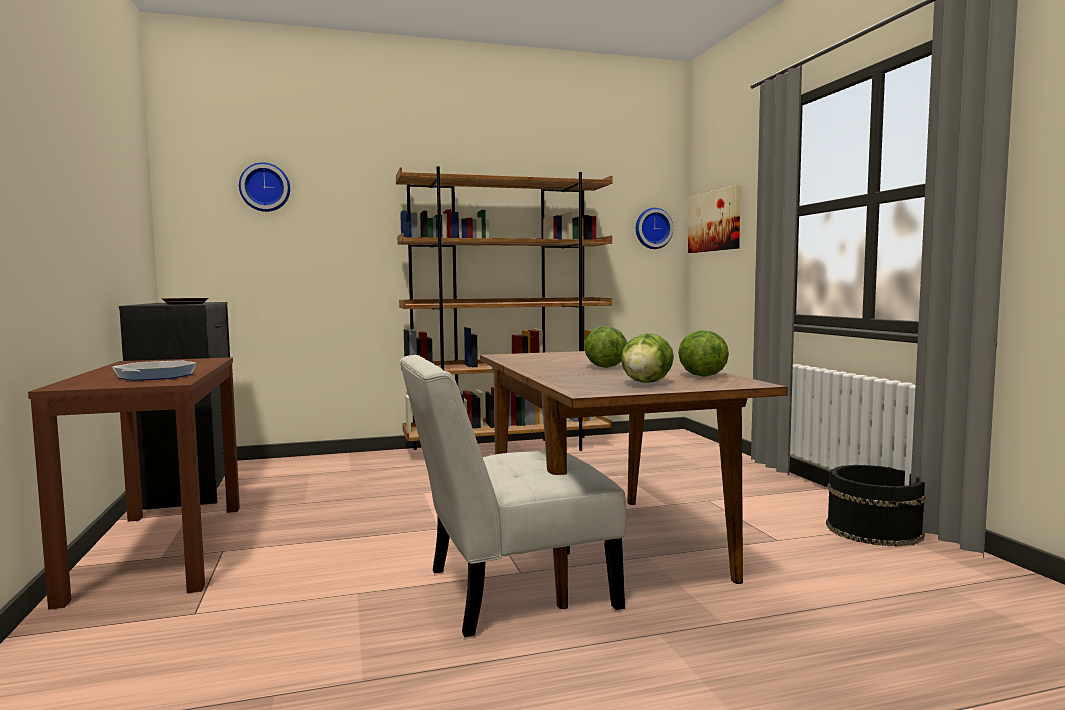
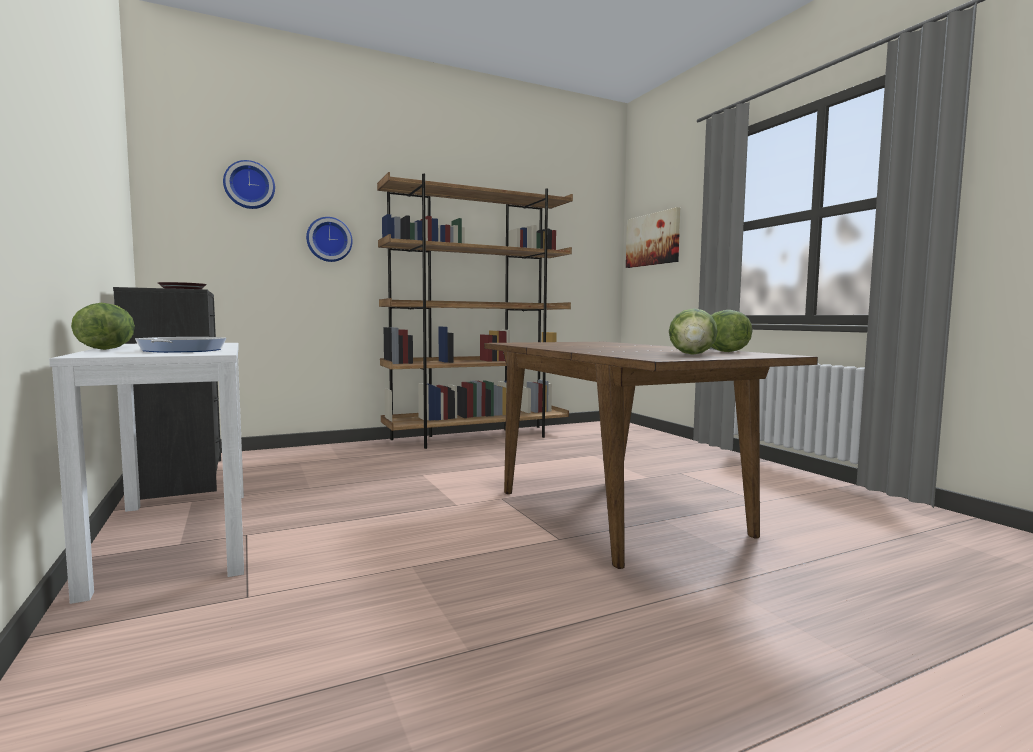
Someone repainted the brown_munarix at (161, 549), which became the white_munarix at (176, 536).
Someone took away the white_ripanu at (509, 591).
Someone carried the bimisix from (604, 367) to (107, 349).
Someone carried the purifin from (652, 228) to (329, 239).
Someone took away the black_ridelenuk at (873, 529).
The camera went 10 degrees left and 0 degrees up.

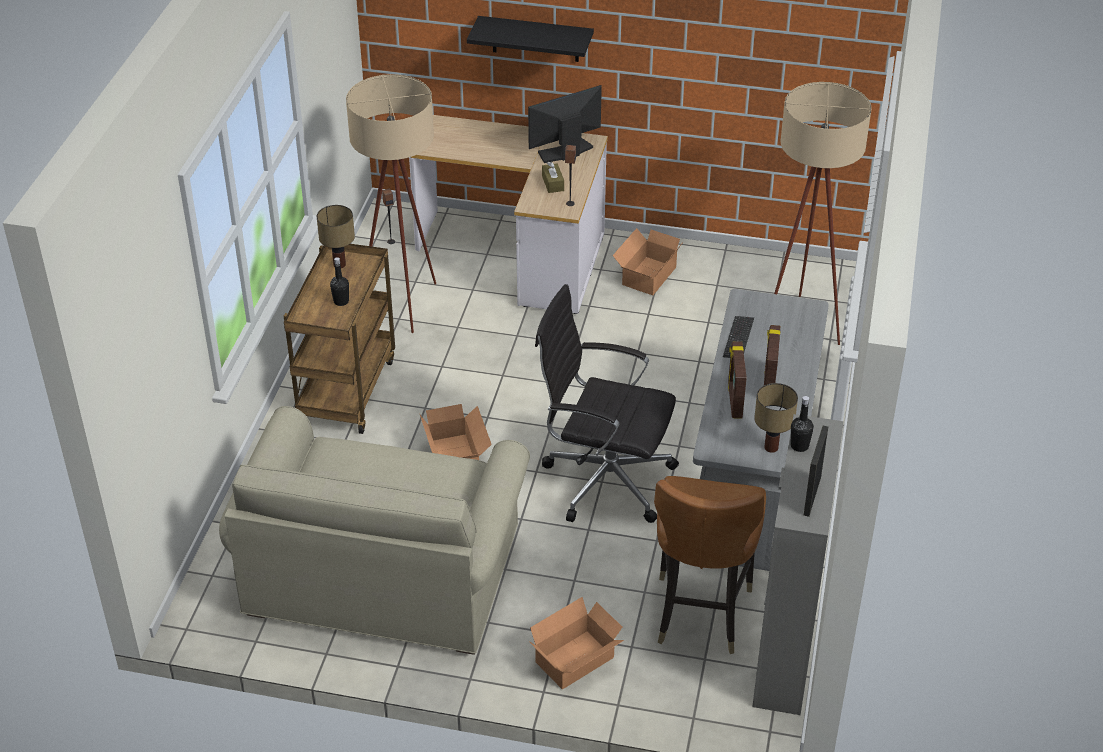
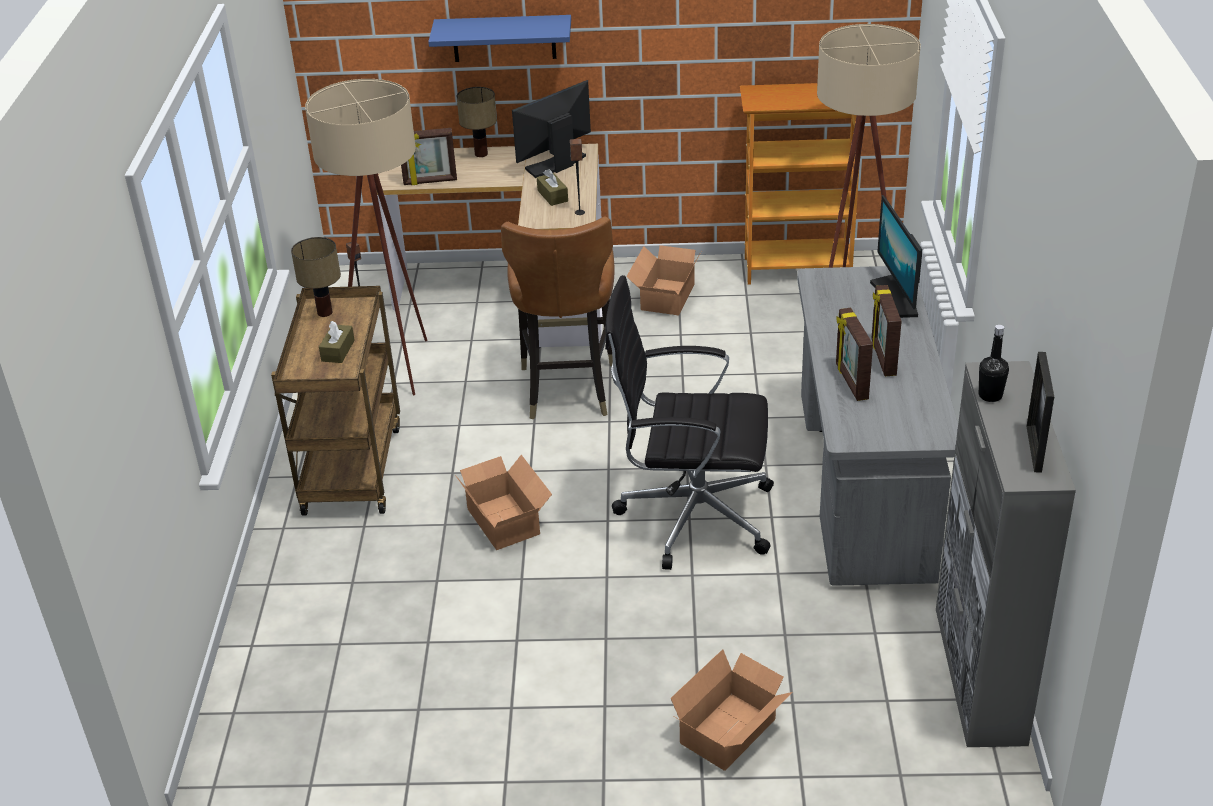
Someone took away the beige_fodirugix at (382, 573).
Someone swapped the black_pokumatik at (341, 301) for the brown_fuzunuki at (338, 351).
Someone repainted the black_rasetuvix at (535, 39), which became the blue_rasetuvix at (504, 38).
Someone carried the brown_ripanu from (700, 612) to (567, 389).
Someone took away the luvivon at (738, 338).
Someone carried the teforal from (771, 447) to (481, 153).
Someone put down the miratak at (430, 181).
Someone put down the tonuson at (797, 268).
Someone put down the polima at (896, 297).
The camera went 10 degrees left and 5 degrees down.

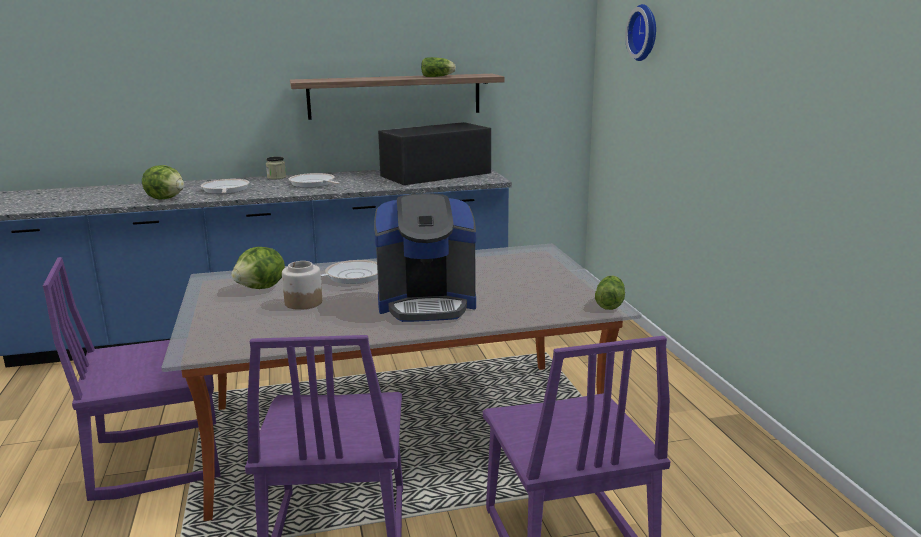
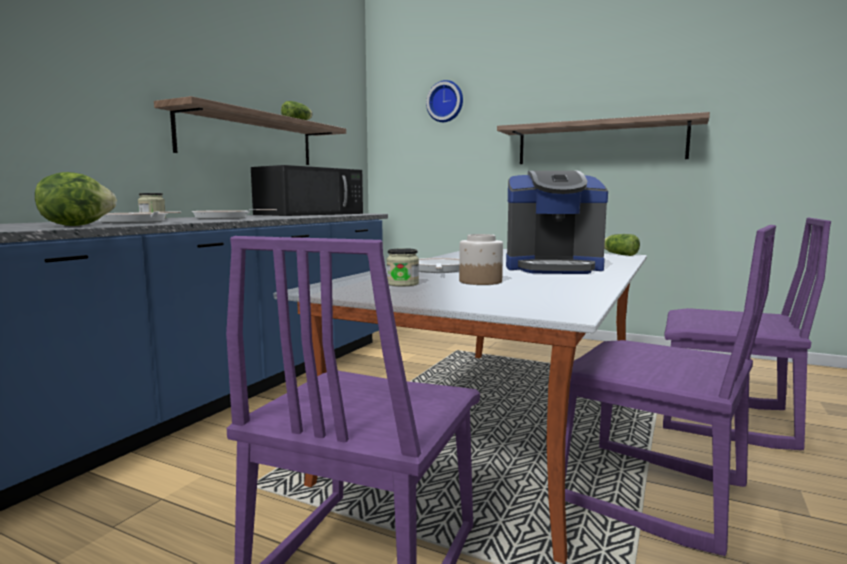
Someone swapped the bimisix at (262, 288) for the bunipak at (402, 284).
Someone rotated the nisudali at (427, 304) by 60 degrees clockwise.
Someone rotated the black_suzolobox at (434, 175) by 150 degrees counterclockwise.
Someone put up the rasetuvix at (599, 143).
The camera went 50 degrees left and 10 degrees down.

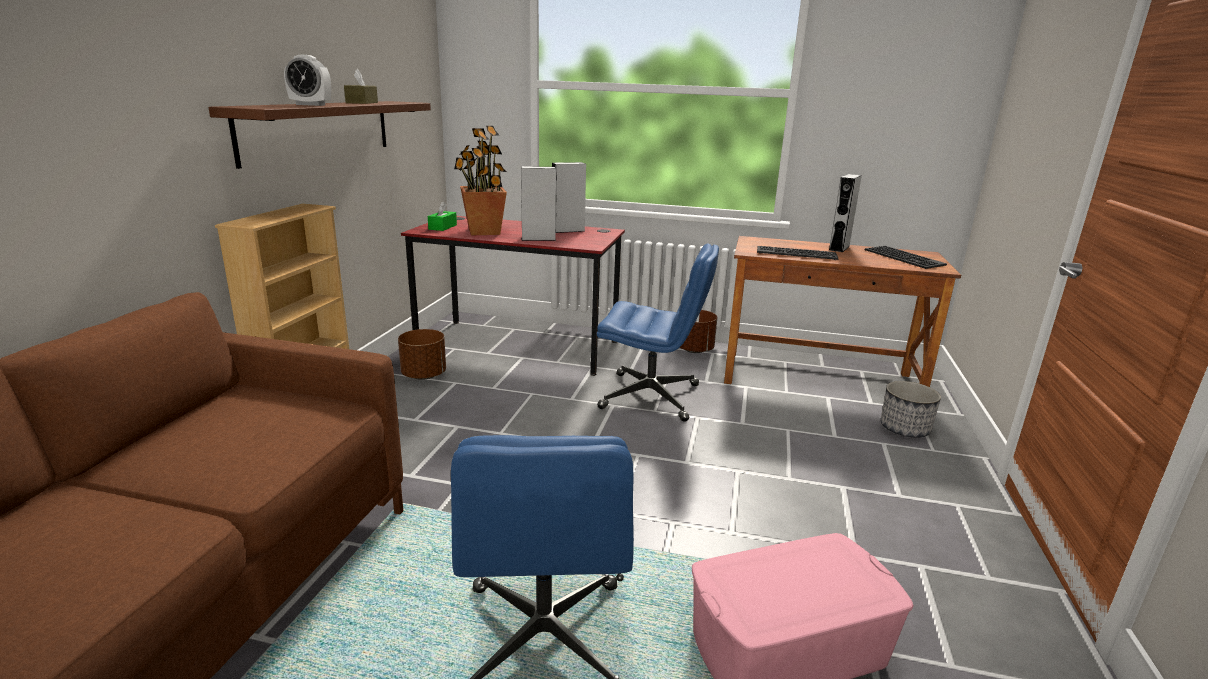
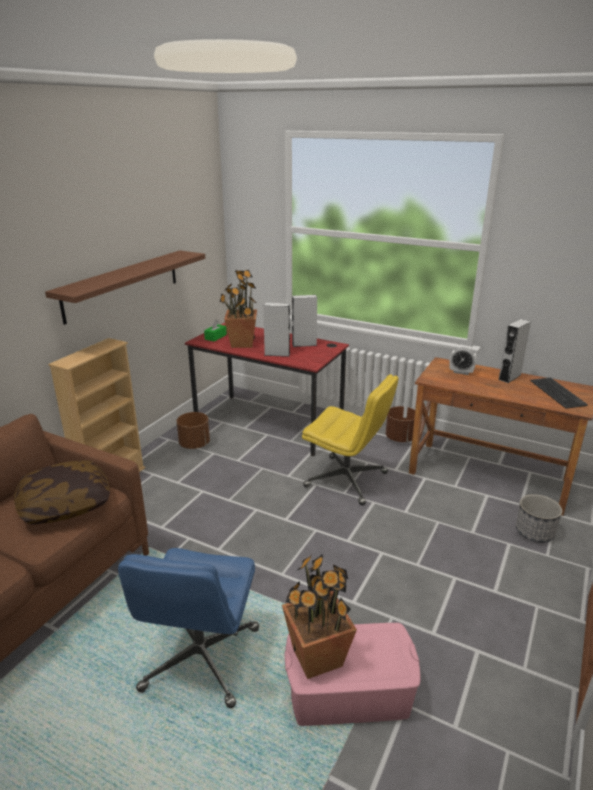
Someone carried the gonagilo from (310, 105) to (461, 372).
Someone took away the brown_fuzunuki at (362, 103).
Someone repainted the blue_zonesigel at (651, 397), which became the yellow_zonesigel at (347, 480).
Someone took away the luvivon at (796, 253).
Someone put down the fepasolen at (65, 505).
Someone put down the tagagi at (318, 656).
The camera went 15 degrees right and 5 degrees up.

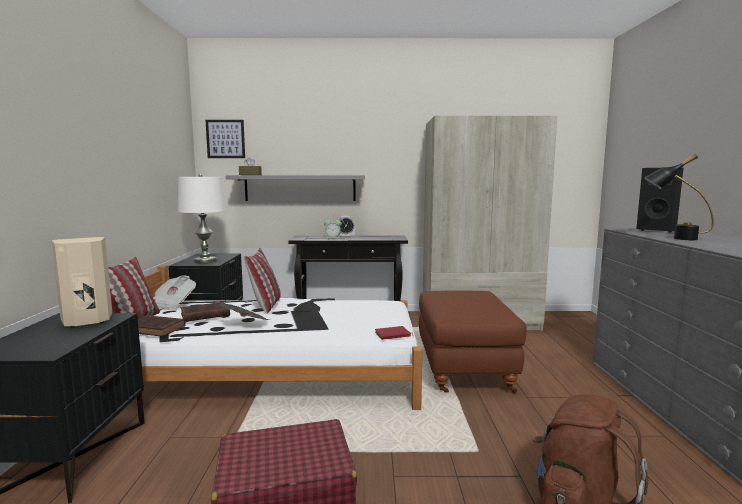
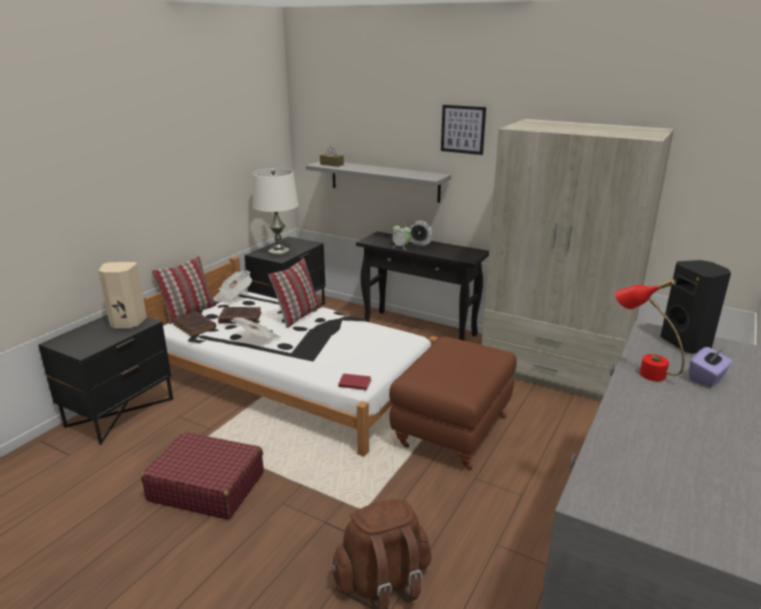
Someone carried the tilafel from (225, 139) to (463, 129).
Someone repainted the black_teforal at (673, 238), which became the red_teforal at (640, 370).
Someone put down the purple_fuzunuki at (707, 378).
The camera went 30 degrees right and 15 degrees up.

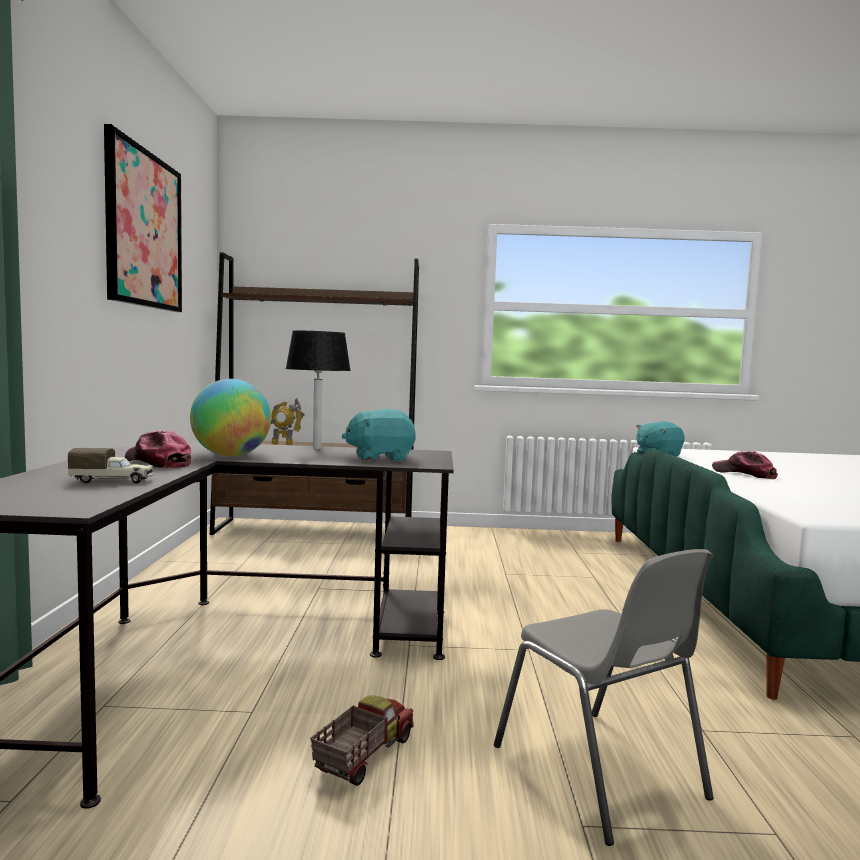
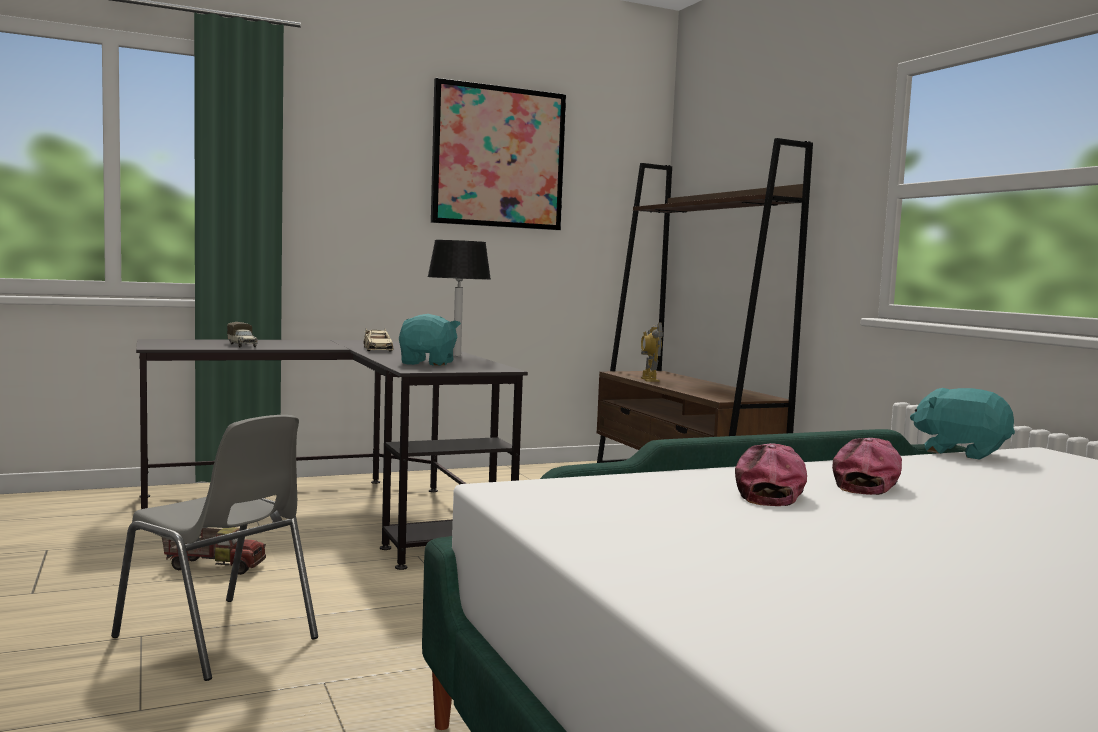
Someone carried the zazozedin from (157, 462) to (768, 490).
Someone swapped the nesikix at (231, 455) for the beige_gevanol at (377, 349).
Someone rotated the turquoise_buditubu at (380, 458) by 45 degrees clockwise.
Someone rotated the grey_ripanu at (600, 773) by 90 degrees counterclockwise.
The camera went 65 degrees right and 0 degrees up.

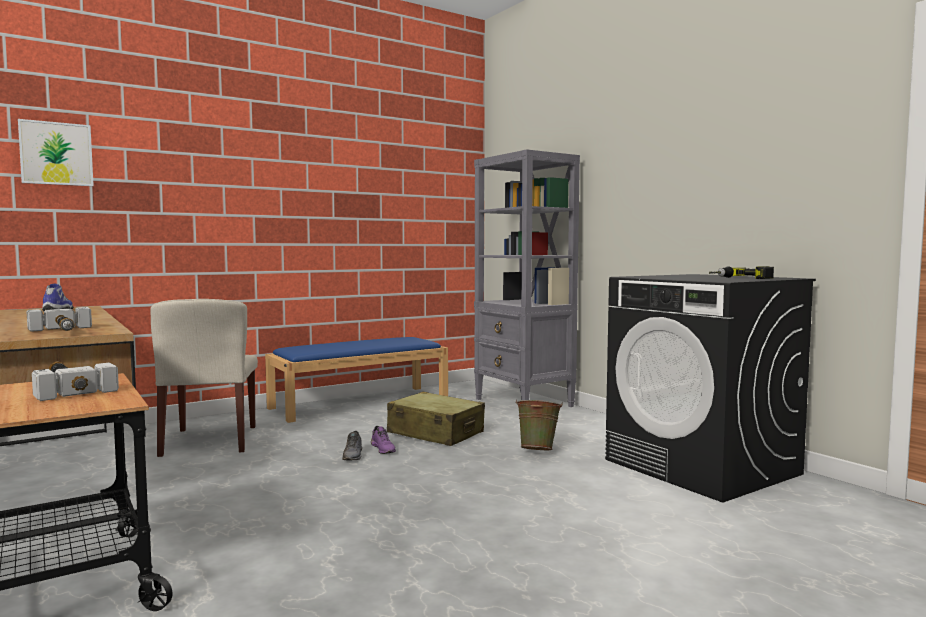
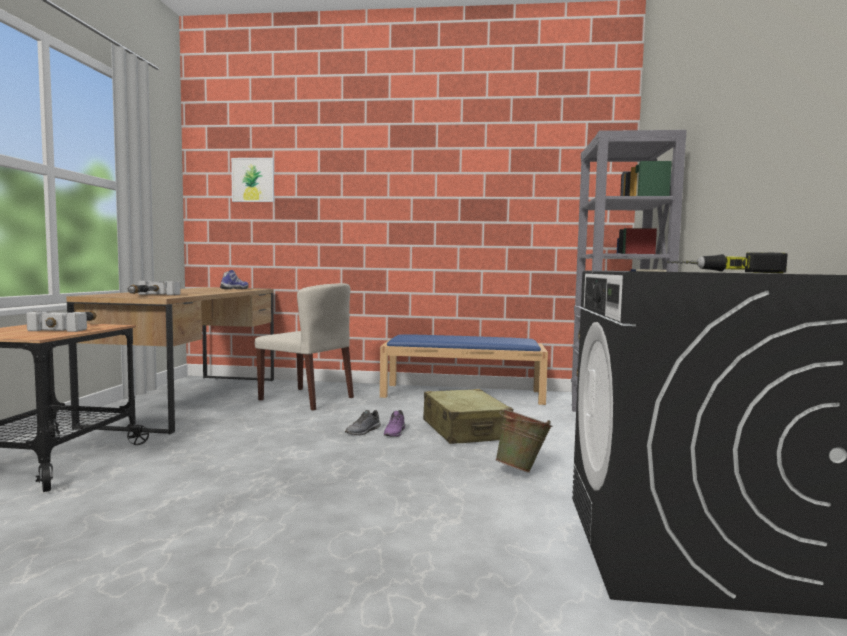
Someone rotated the beige_ripanu at (210, 441) by 90 degrees counterclockwise.
The camera went 40 degrees right and 0 degrees up.

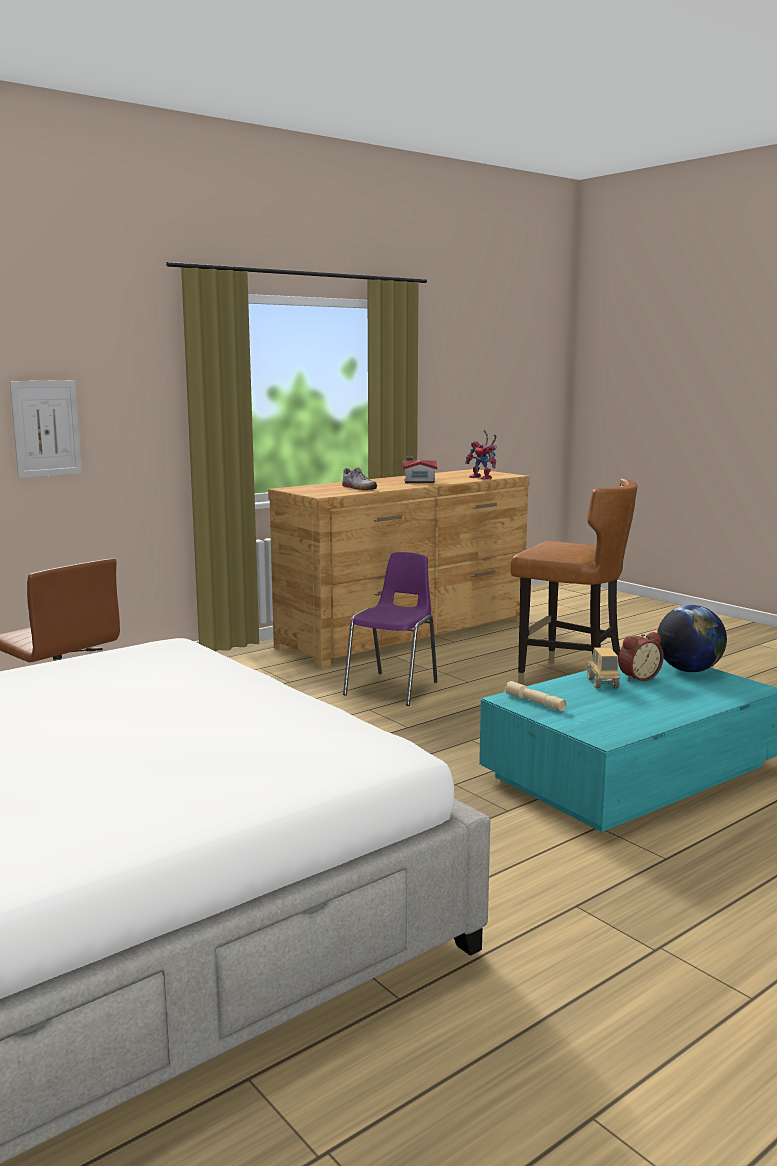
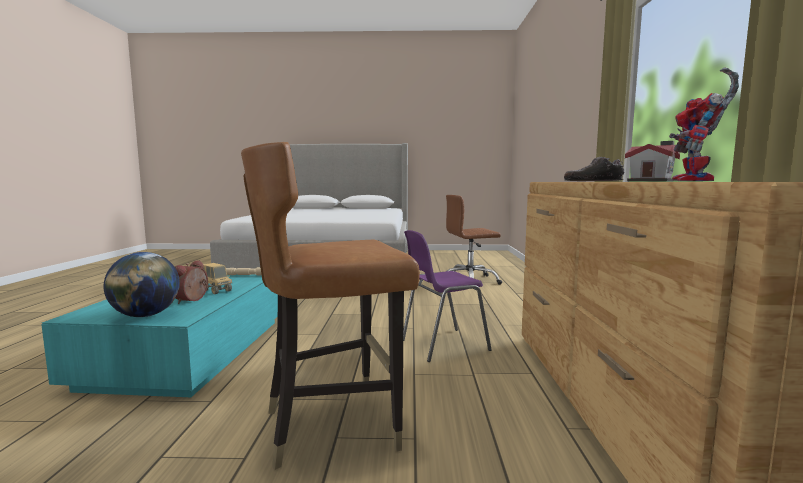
Someone took away the tilafel at (46, 428).
Someone rotated the purple_ripanu at (394, 688) by 90 degrees clockwise.
Someone rotated the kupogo at (483, 478) by 60 degrees counterclockwise.
The camera went 130 degrees right and 5 degrees down.

